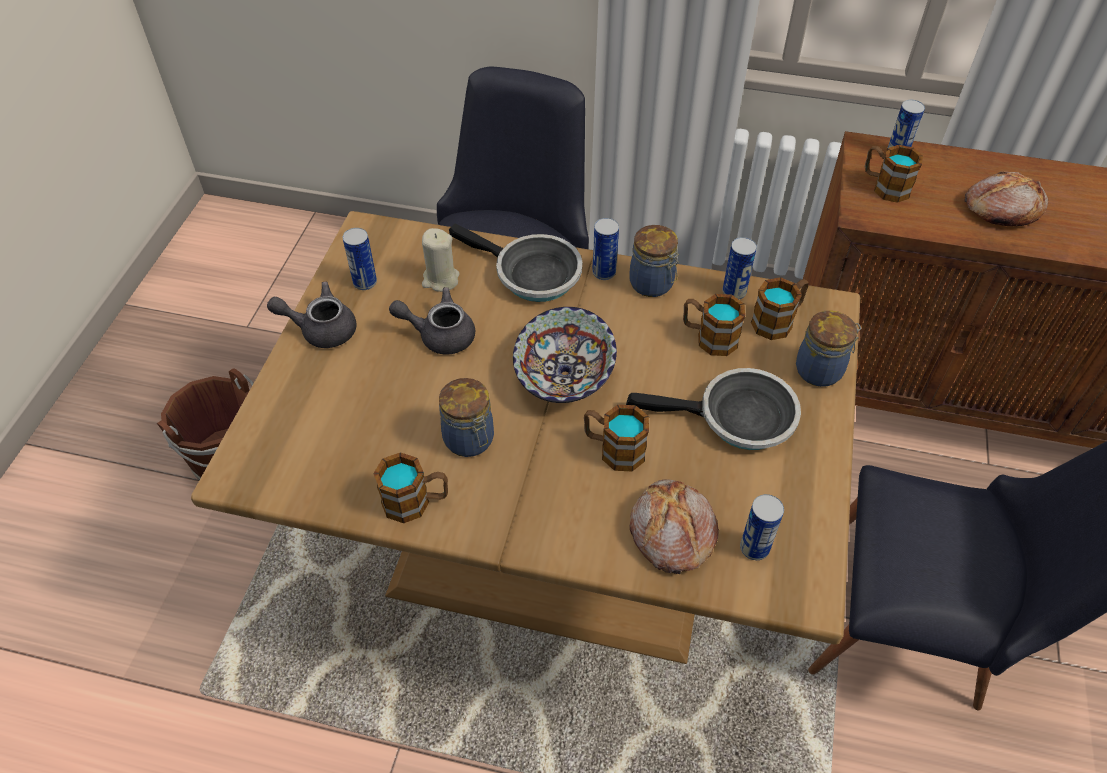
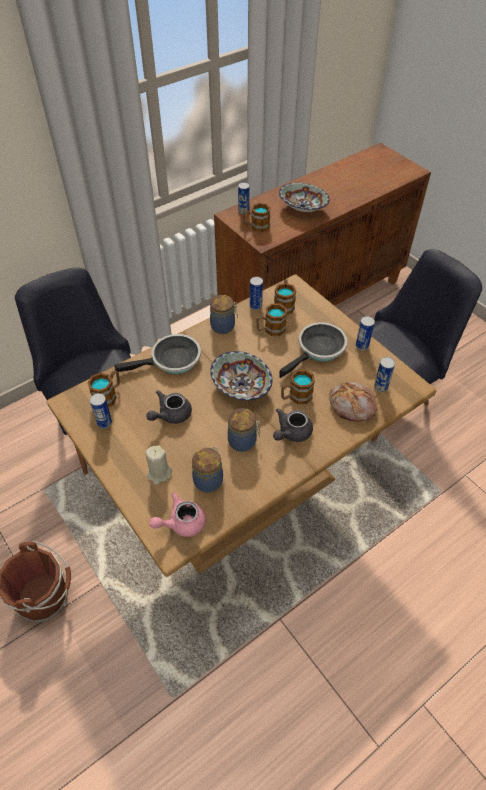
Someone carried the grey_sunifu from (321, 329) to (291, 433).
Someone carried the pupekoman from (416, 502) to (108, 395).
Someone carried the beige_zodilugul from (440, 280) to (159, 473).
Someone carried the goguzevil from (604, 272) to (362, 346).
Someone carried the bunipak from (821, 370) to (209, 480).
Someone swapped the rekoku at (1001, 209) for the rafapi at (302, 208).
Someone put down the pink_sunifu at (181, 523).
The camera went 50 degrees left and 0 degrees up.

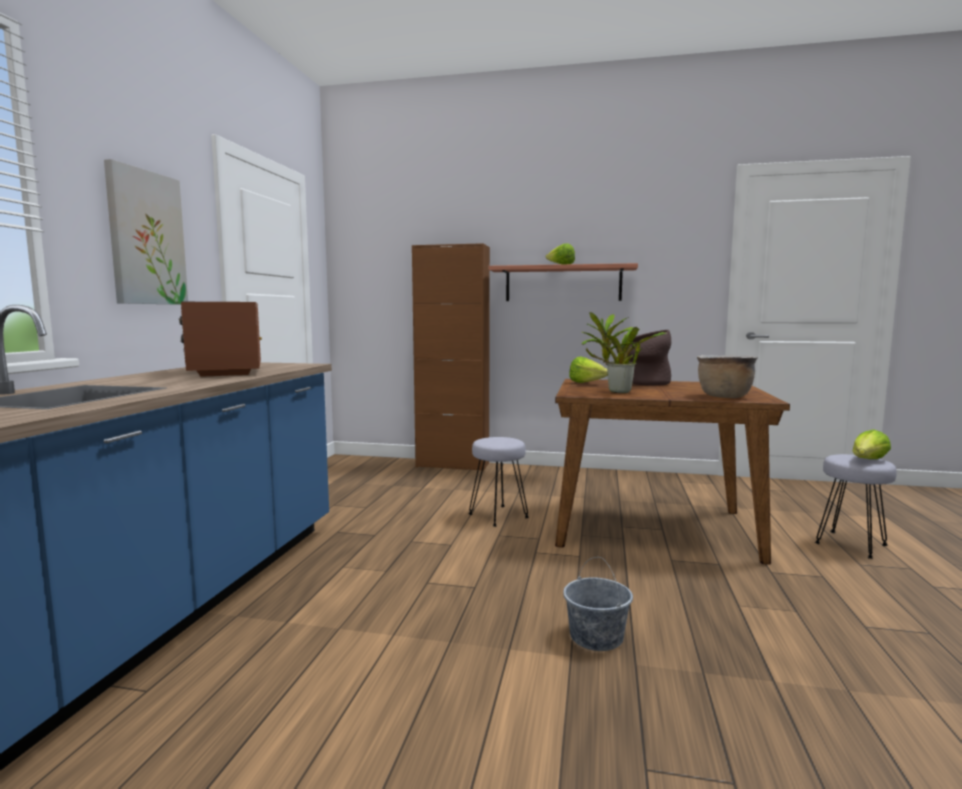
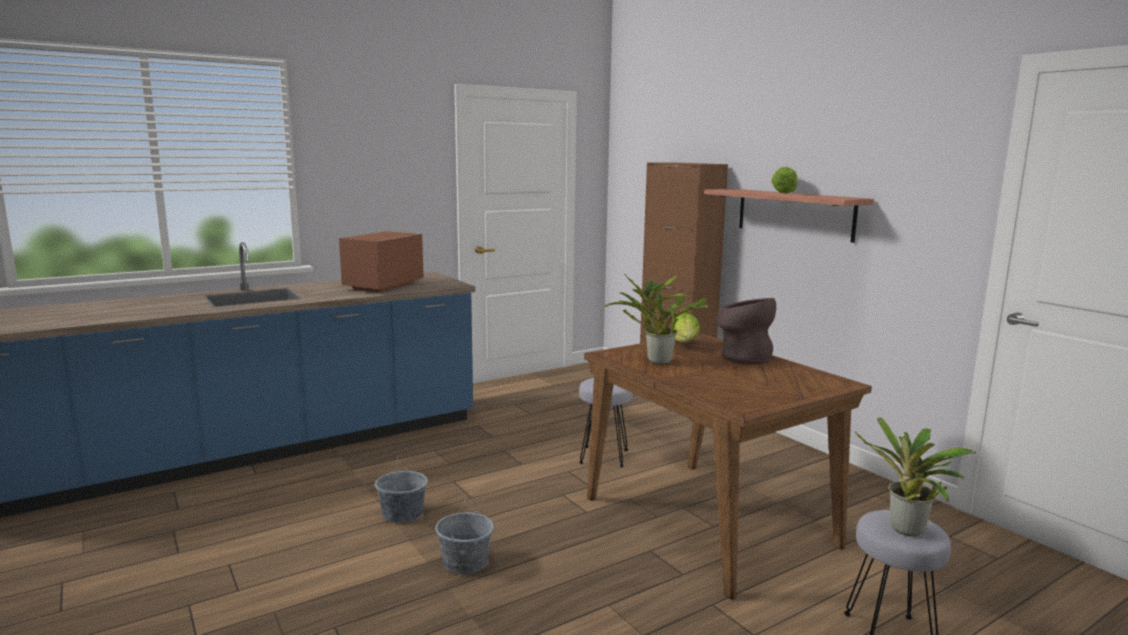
Someone took away the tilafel at (146, 238).
Someone took away the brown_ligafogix at (723, 396).
Someone swapped the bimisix at (868, 461) for the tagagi at (906, 532).
Someone put down the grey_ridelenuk at (402, 514).
The camera went 45 degrees right and 5 degrees up.

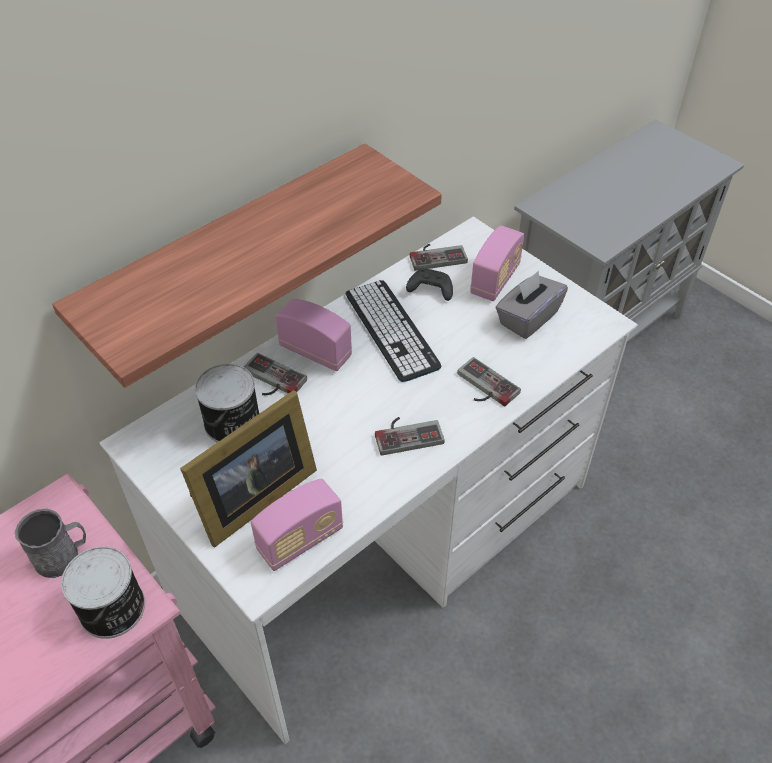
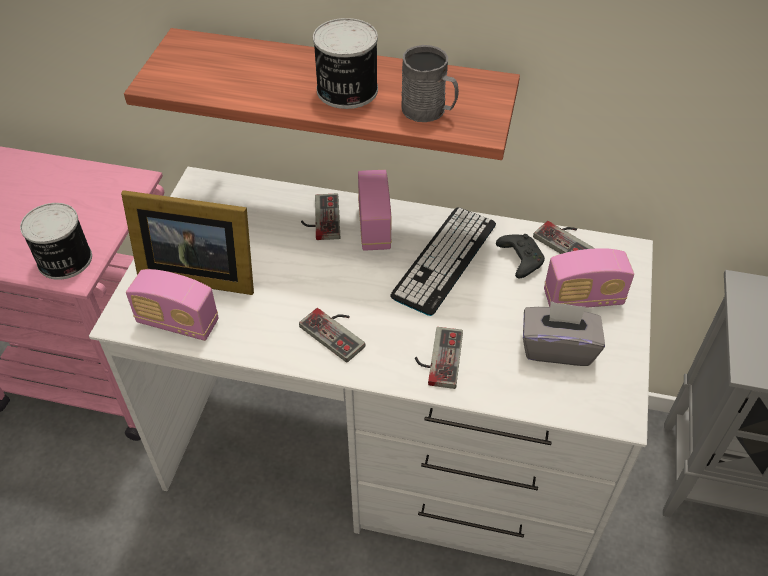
Someone carried the grey_pupekoman from (63, 556) to (429, 111).
Someone carried the goguzevil from (233, 423) to (346, 91).
The camera went 55 degrees right and 0 degrees up.

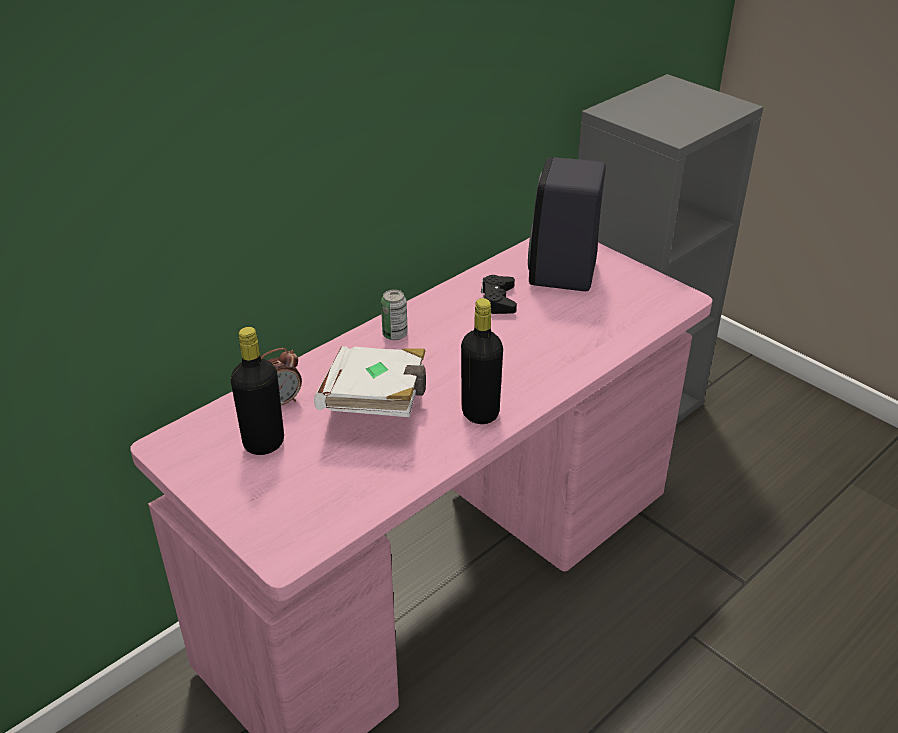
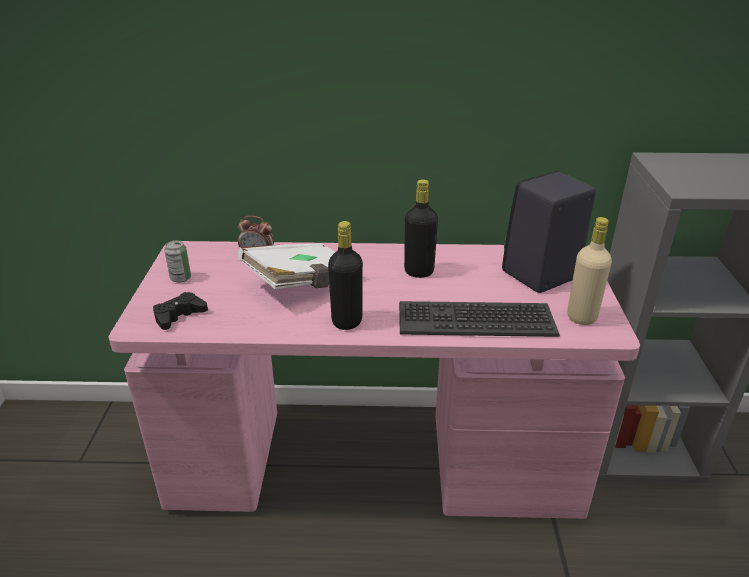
Someone carried the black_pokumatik from (264, 443) to (419, 271).
Someone carried the goguzevil from (395, 334) to (180, 278).
Someone carried the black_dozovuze from (498, 300) to (179, 316).
Someone put down the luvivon at (476, 319).
Someone put down the beige_pokumatik at (581, 317).
The camera went 45 degrees right and 5 degrees down.

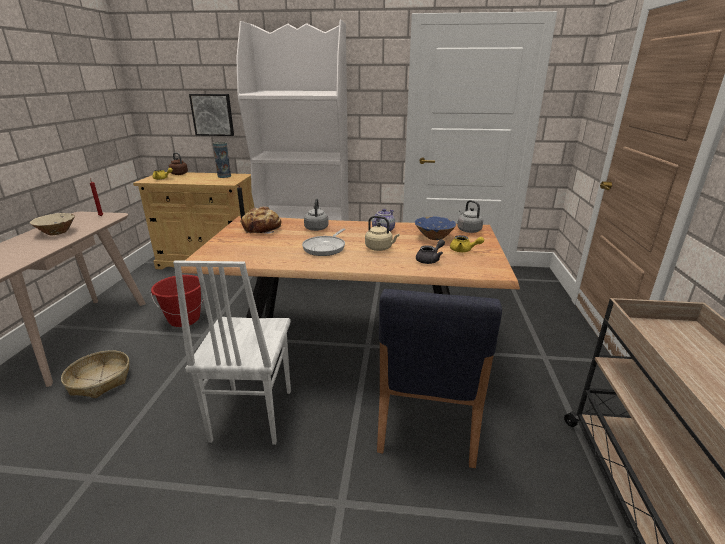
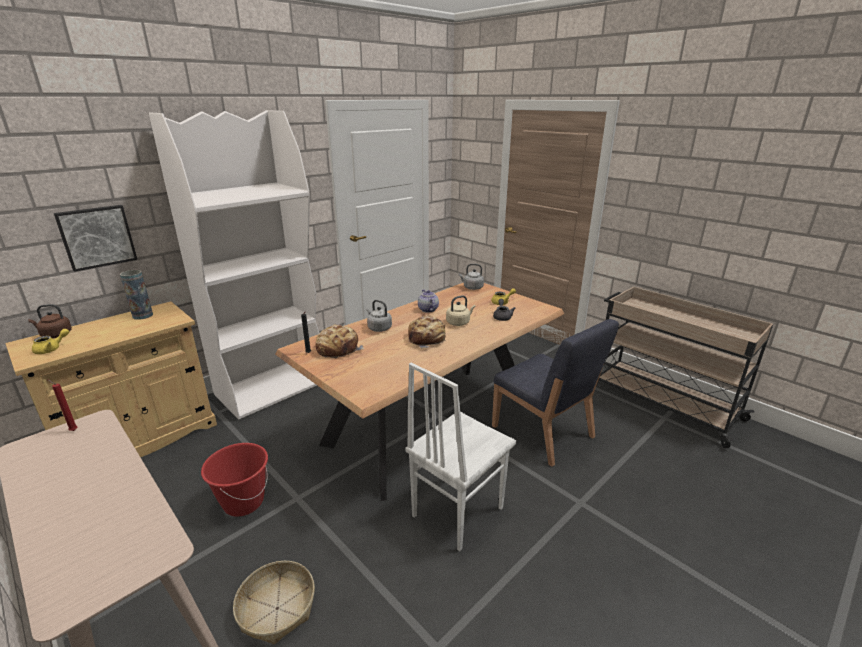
Someone took away the beige_rafapi at (57, 232).
Someone rotated the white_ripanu at (250, 415) by 90 degrees clockwise.
Someone swapped the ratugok at (325, 247) for the rekoku at (427, 339).
Someone took away the blue_rafapi at (434, 237).
The camera went 50 degrees left and 0 degrees up.

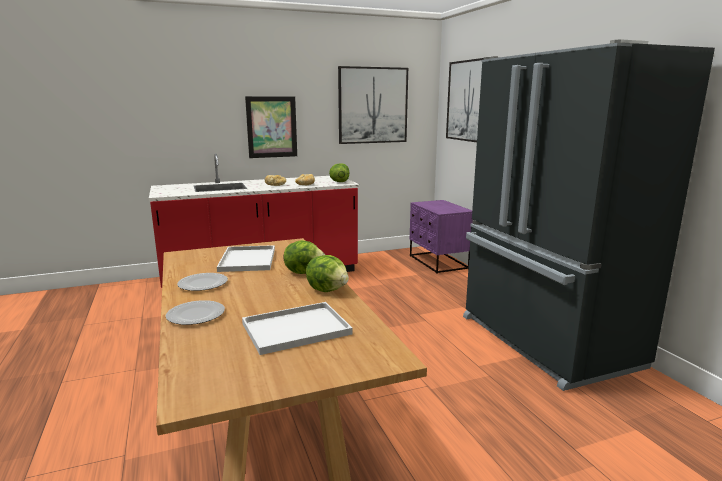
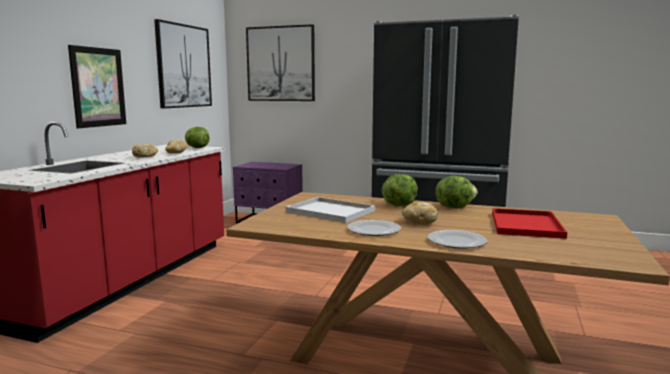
Someone repainted the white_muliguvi at (297, 328), which became the red_muliguvi at (524, 224).
Someone put down the rekoku at (419, 222).
The camera went 50 degrees left and 5 degrees down.

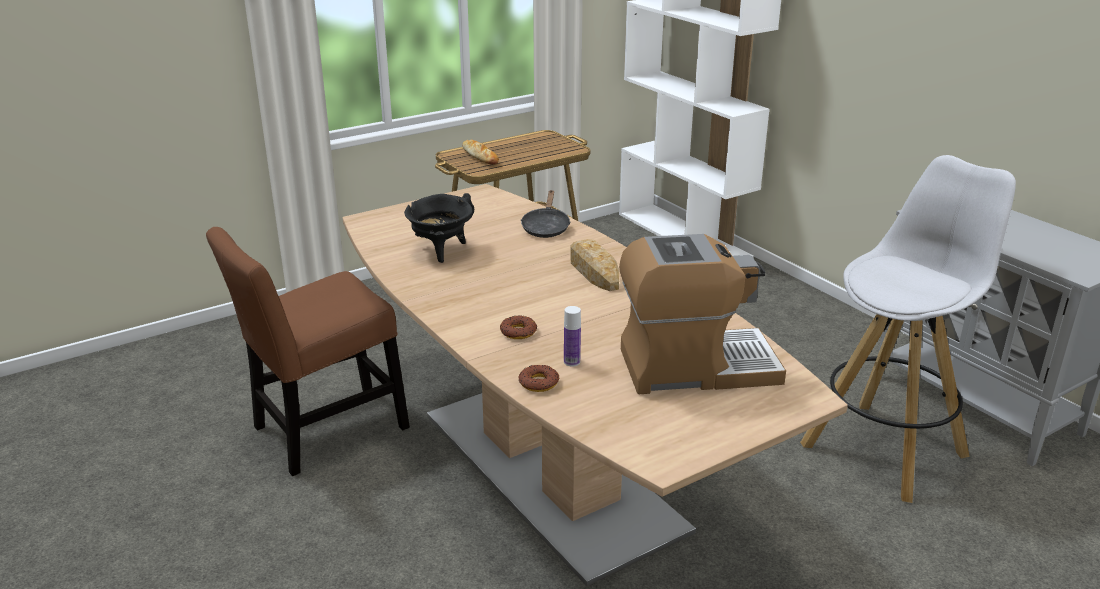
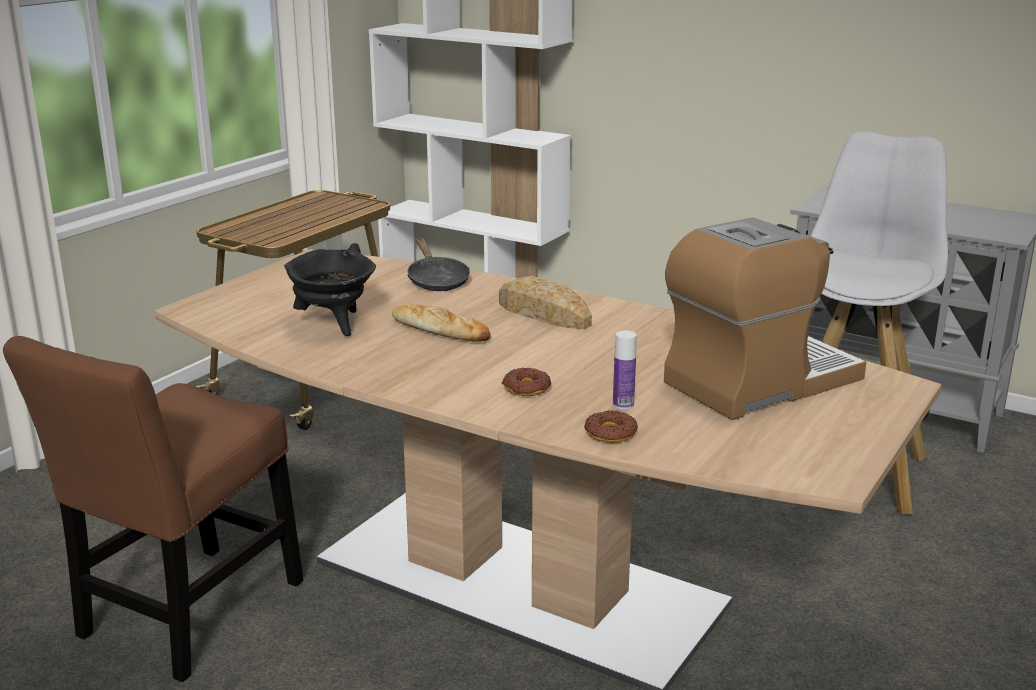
Someone carried the rekoku from (480, 156) to (440, 330).
The camera went 25 degrees left and 5 degrees down.

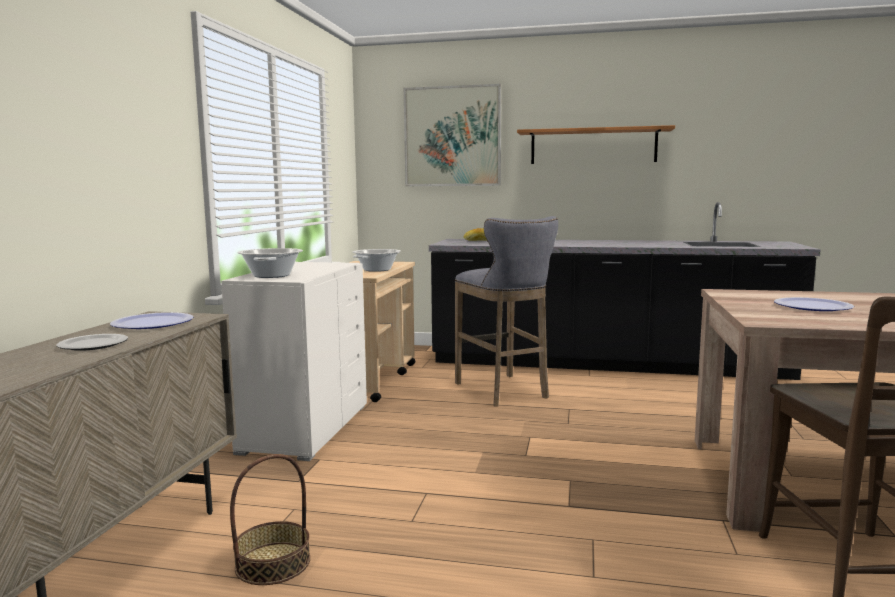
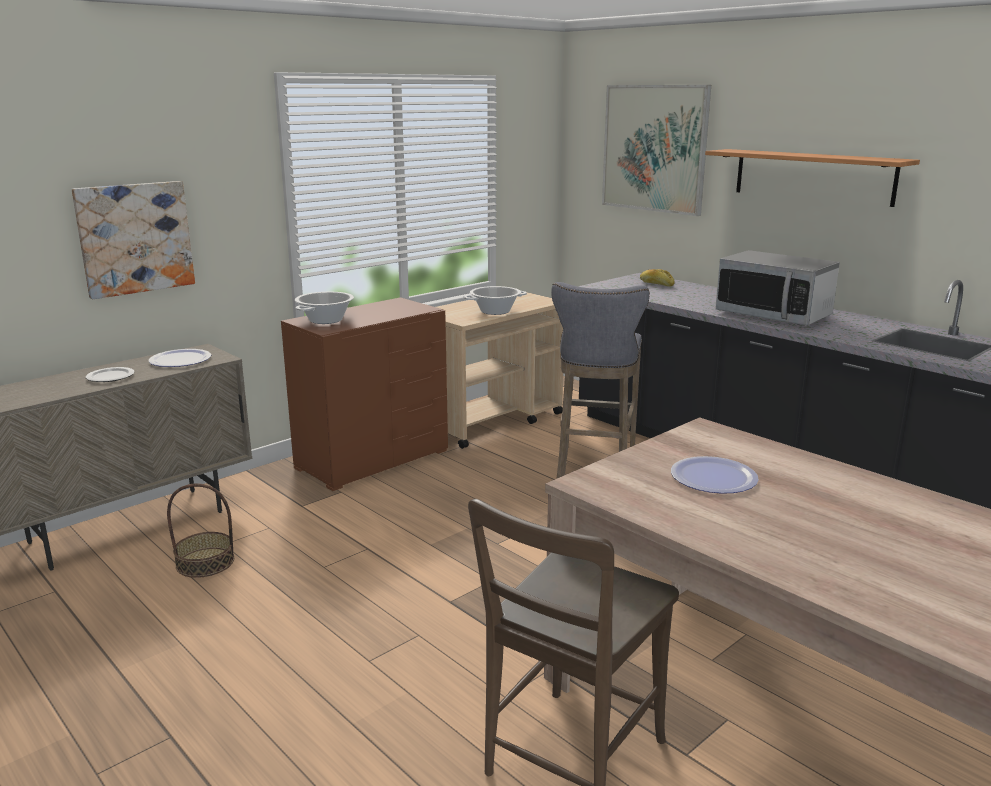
Someone repainted the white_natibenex at (305, 428), which became the brown_natibenex at (371, 459).
Someone put up the tilafel at (135, 238).
Someone put down the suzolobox at (773, 315).
The camera went 35 degrees right and 10 degrees up.

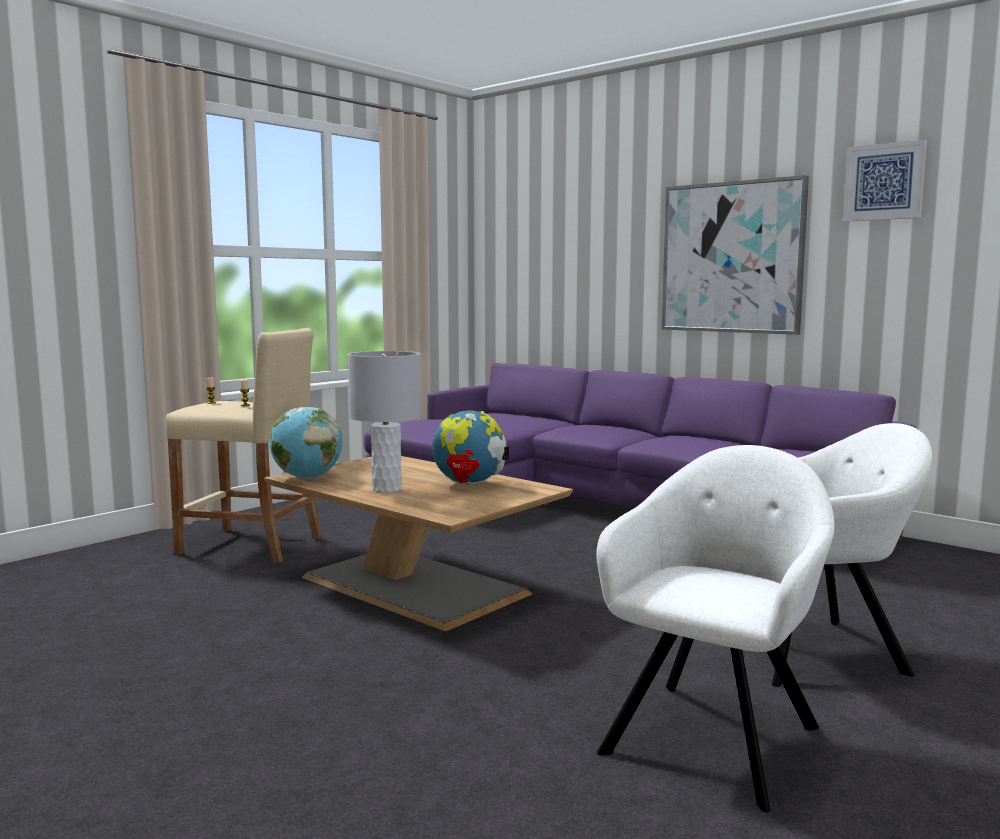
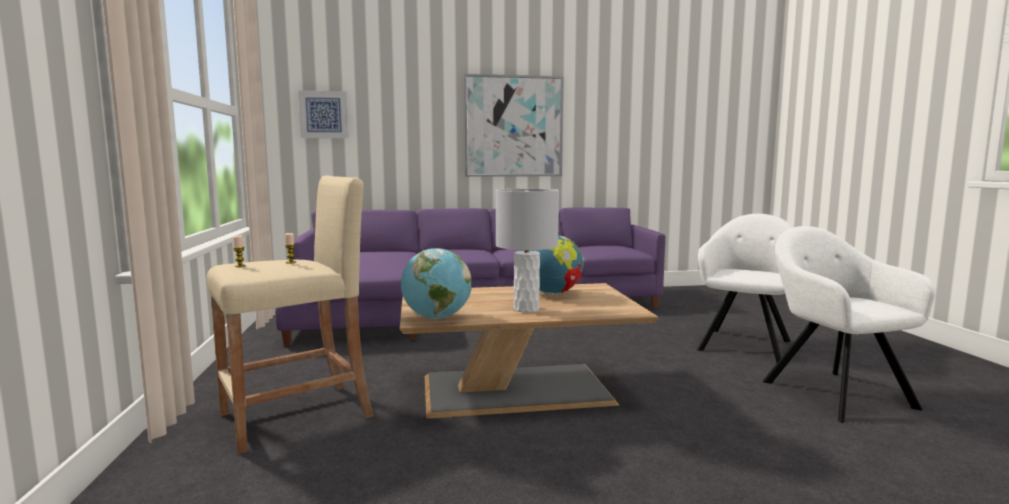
Someone carried the tilafel from (884, 182) to (323, 114).
The camera went 50 degrees left and 0 degrees up.

